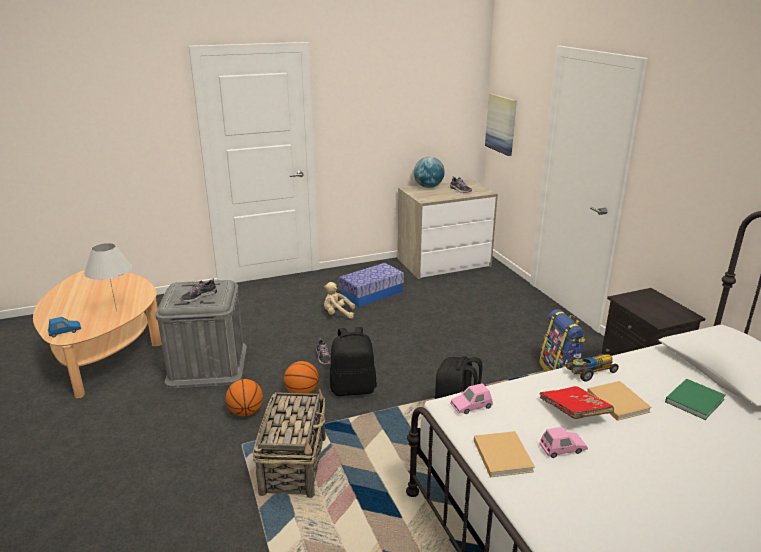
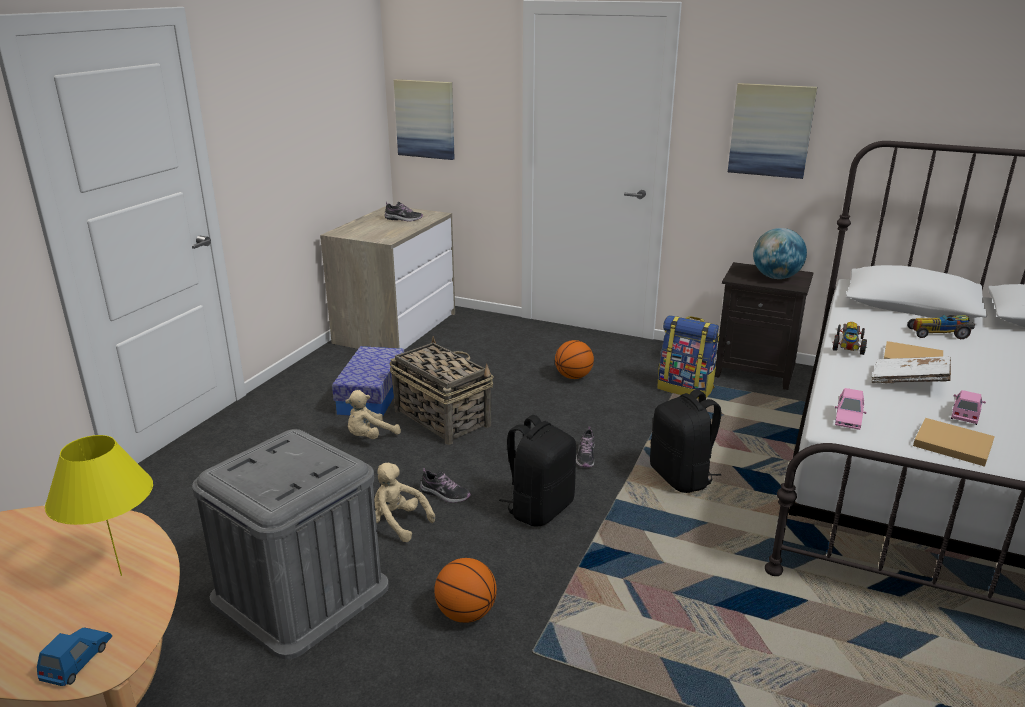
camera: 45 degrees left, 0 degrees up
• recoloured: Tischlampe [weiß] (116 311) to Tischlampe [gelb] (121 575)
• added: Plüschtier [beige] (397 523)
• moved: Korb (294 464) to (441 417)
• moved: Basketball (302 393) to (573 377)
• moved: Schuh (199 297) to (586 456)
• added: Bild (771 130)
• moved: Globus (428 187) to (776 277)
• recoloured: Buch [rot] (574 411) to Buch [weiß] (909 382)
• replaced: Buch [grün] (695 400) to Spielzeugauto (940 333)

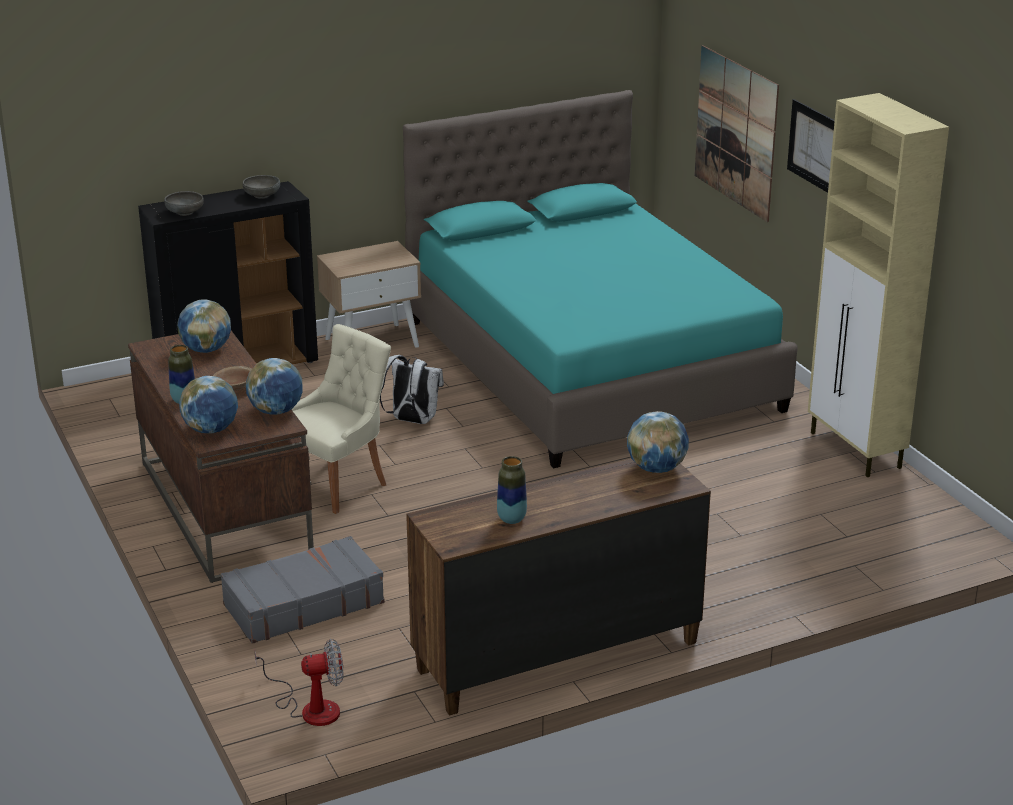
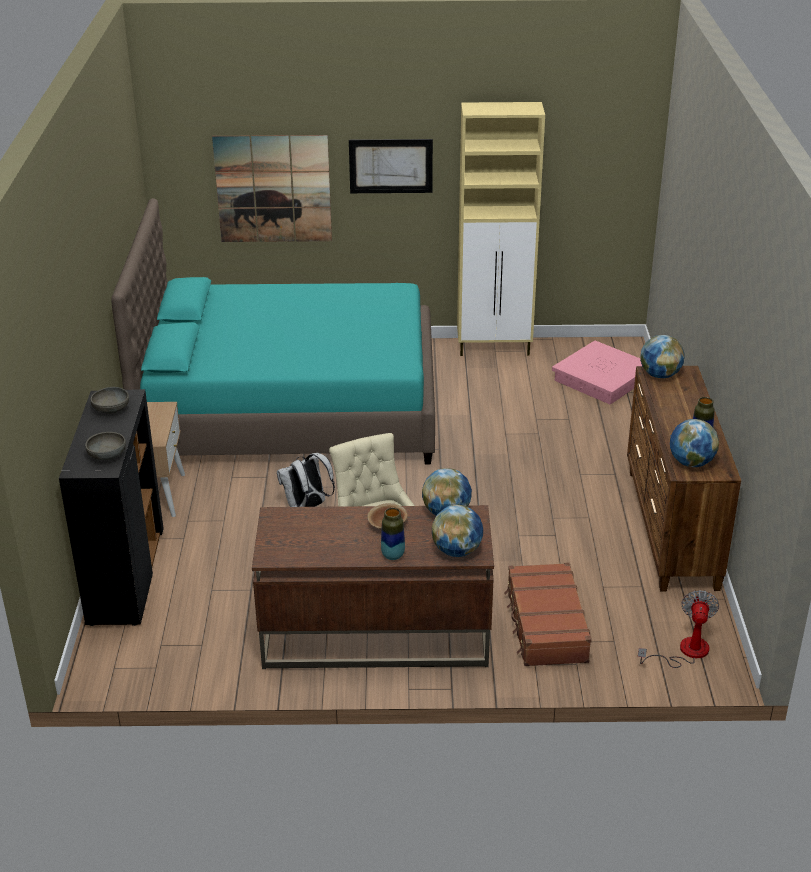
camera: 65 degrees left, 5 degrees up
• recoloured: Koffer [grau] (303 603) to Koffer [braun] (545 625)
• added: Aufbewahrungsbox [rosa] (602 379)
• moved: Globus (206 350) to (691 463)

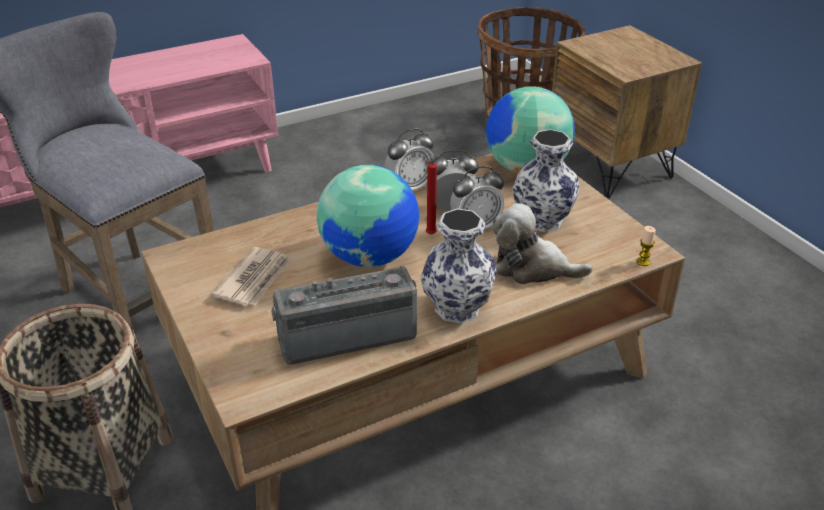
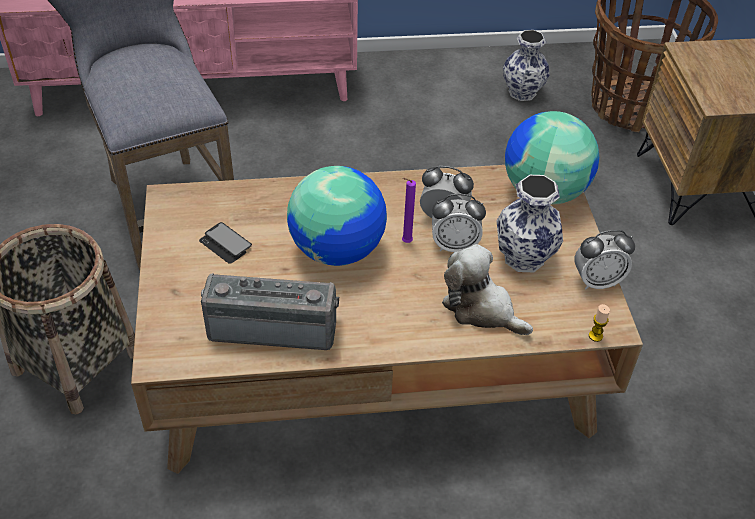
camera: 20 degrees right, 10 degrees up
• replaced: Zeitung (255 279) to Handy (225 244)
• recoloured: Kerze [rot] (429 235) to Kerze [lila] (405 242)
• moved: Vase (458 309) to (522 93)
• moved: Wecker (410 187) to (597 281)

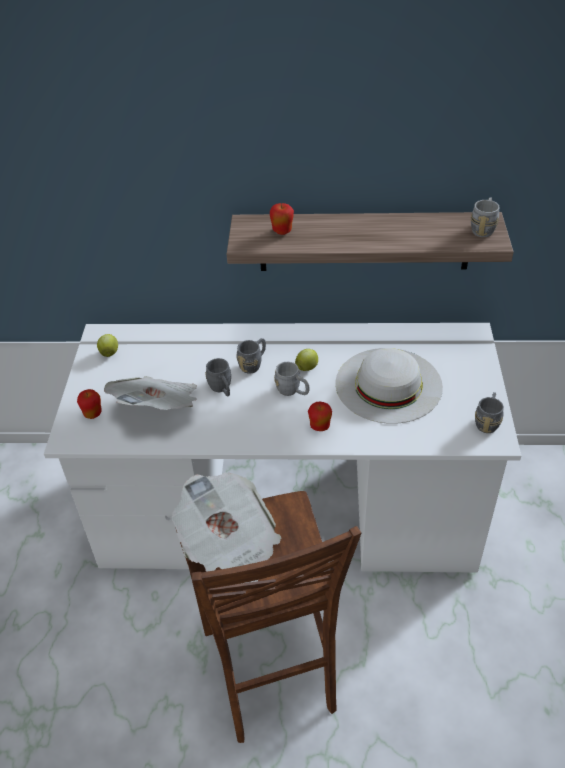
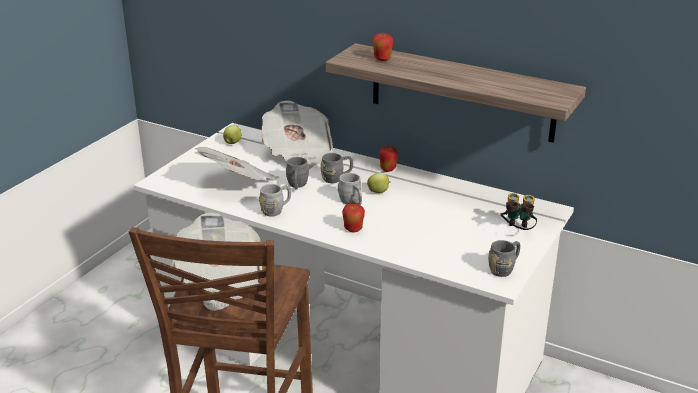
camera: 25 degrees right, 15 degrees down
• moved: Henkelbecher [grau] (483 228) to (276 210)
• added: Zeitung (298 155)
• moved: Apfel (93 414) to (388 169)
• added: Fernglas (517 231)
• removed: Hut [weiß] (388 384)

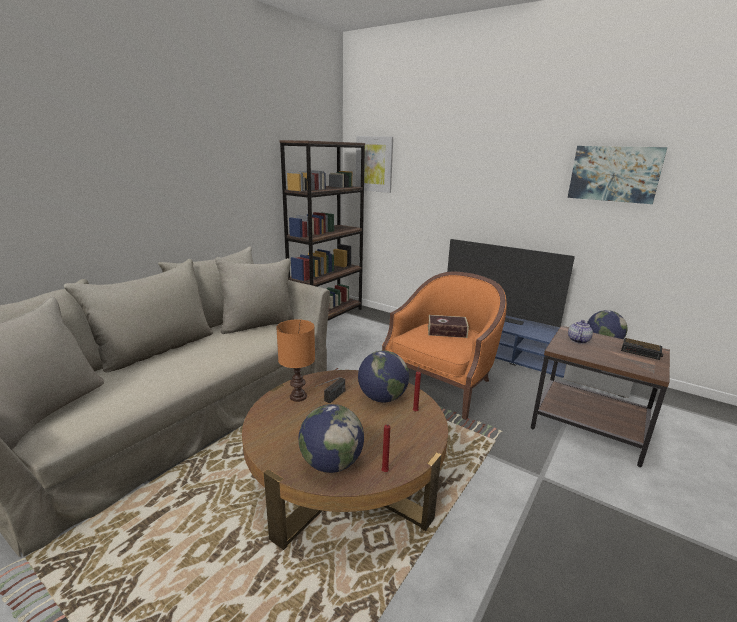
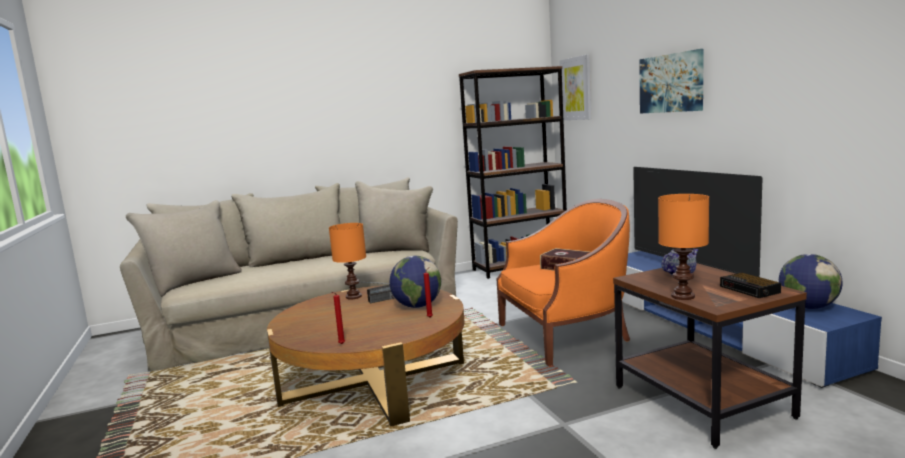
camera: 35 degrees right, 10 degrees down
• moved: Bild (614 174) to (671 83)
• added: Tischlampe [orange] (683 296)
• removed: Globus (331 463)

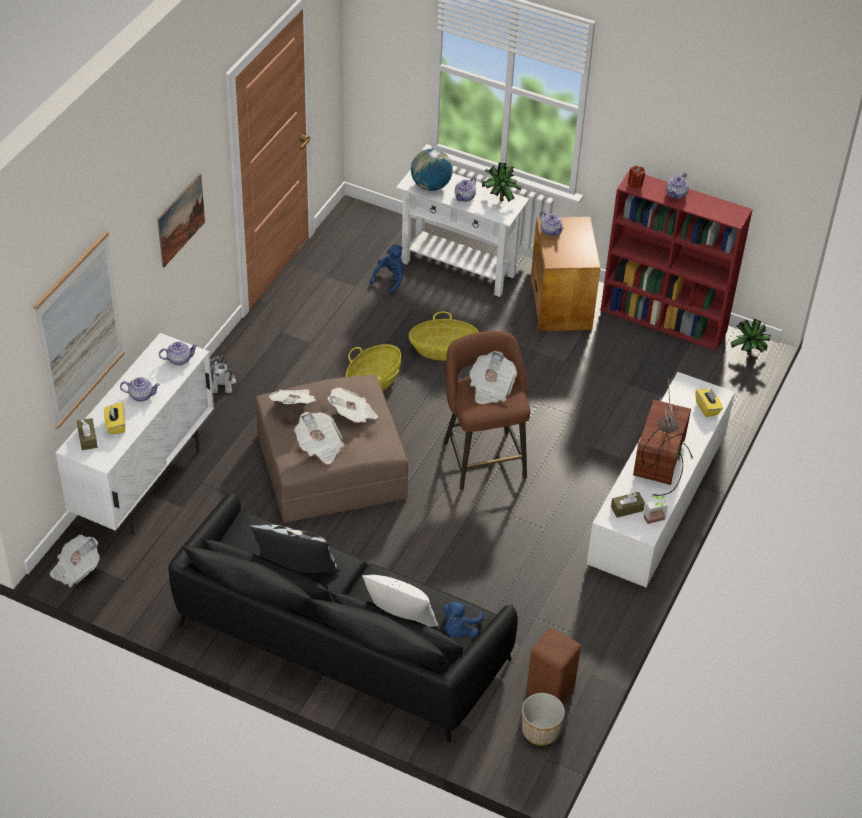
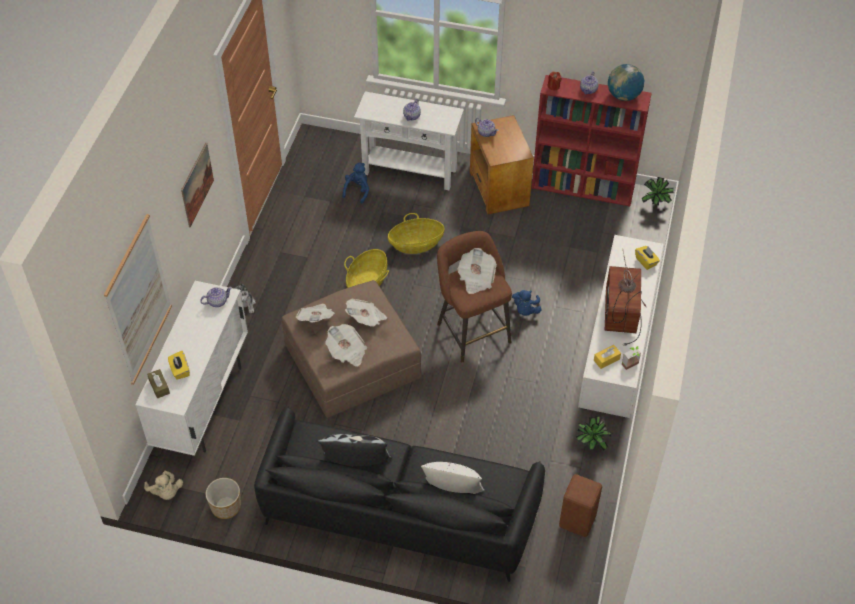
camera: 10 degrees left, 5 degrees up
• replaced: Zeitung (76 569) to Plüschtier [beige] (166 492)
• moved: Pflanzkübel (540 731) to (225 507)
• moved: Plüschtier [blau] (459 630) to (525 310)
• moved: Topfpflanze (498 200) to (590 446)
• recoloured: Taschentuchbox [braun] (627 508) to Taschentuchbox [gelb] (606 359)
• moved: Globus (431 186) to (623 96)
• removed: Teekanne (141 395)

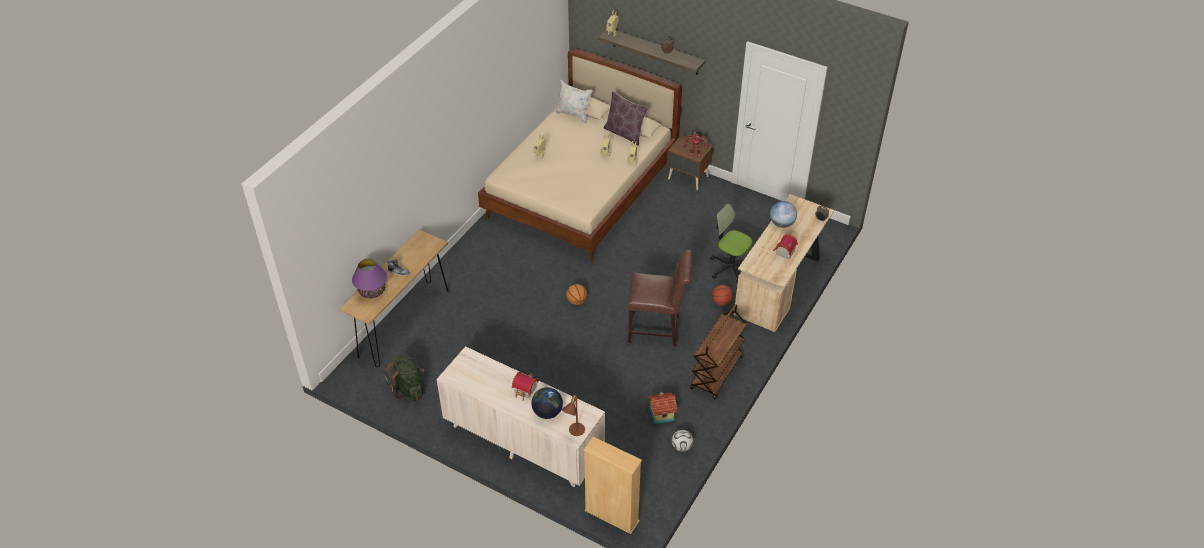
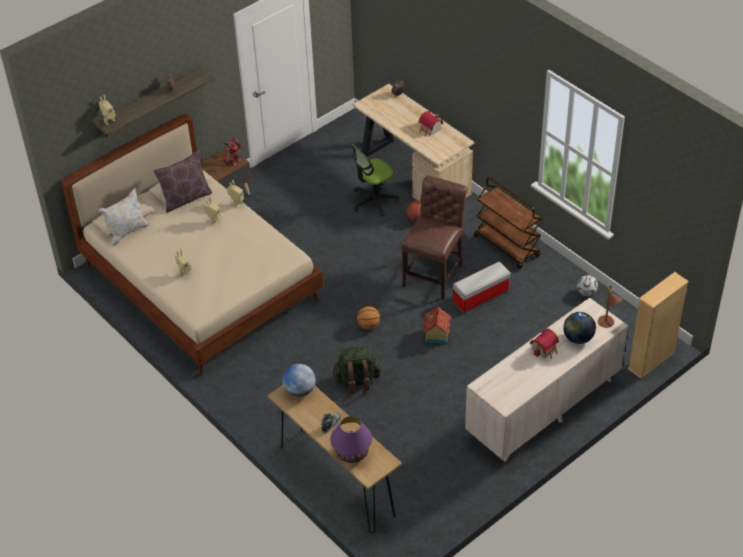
camera: 70 degrees left, 0 degrees up
• moved: Globus (782 224) to (300 390)
• moved: Rucksack [grün] (409 389) to (357 380)
• moved: Spielzeughaus (661 413) to (435 335)
• added: Aufbewahrungsbox (480 297)

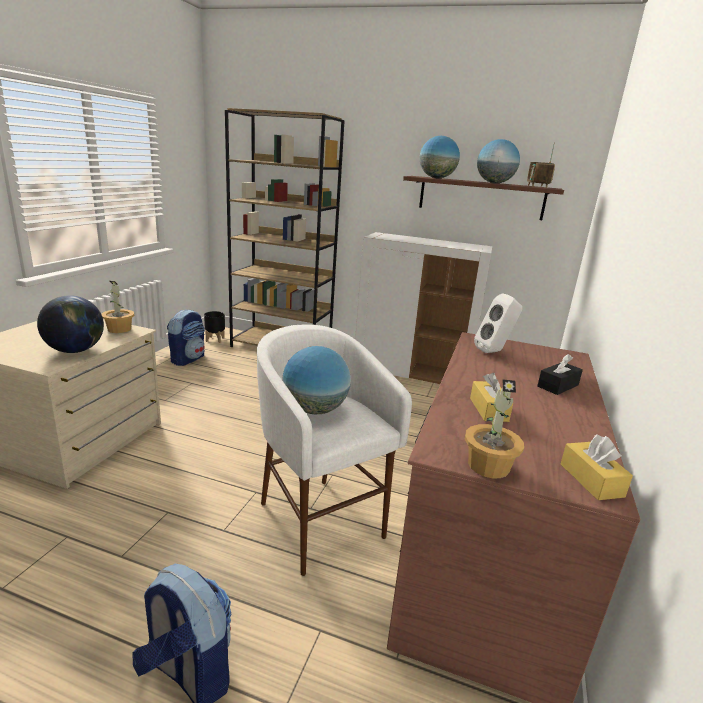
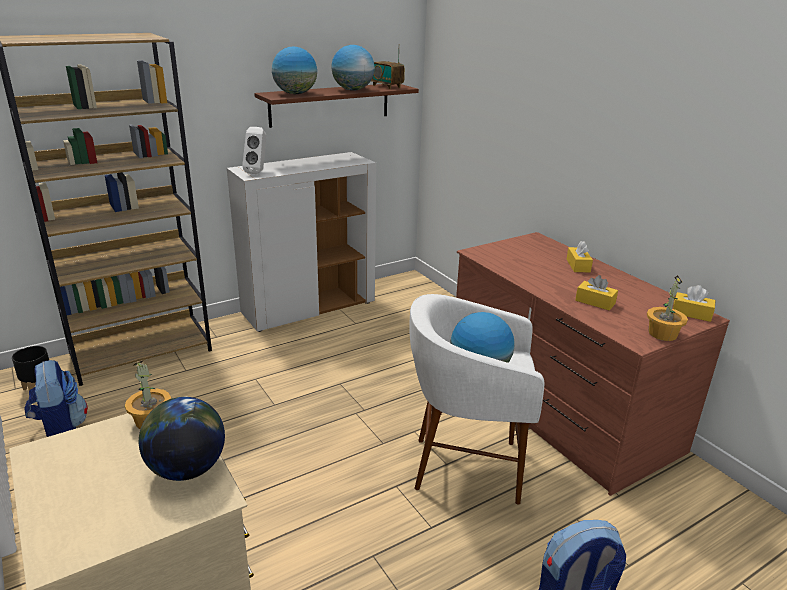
camera: 50 degrees left, 5 degrees up
• moved: Lautsprecher [weiß] (494 351) to (258 172)
• recoloured: Taschentuchbox [schwarz] (558 386) to Taschentuchbox [gelb] (578 265)

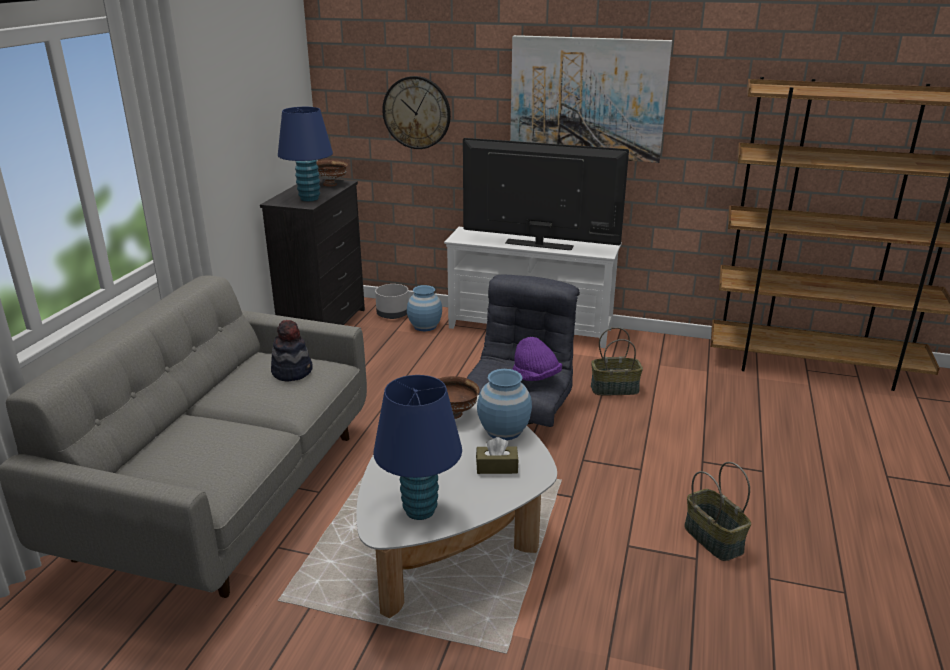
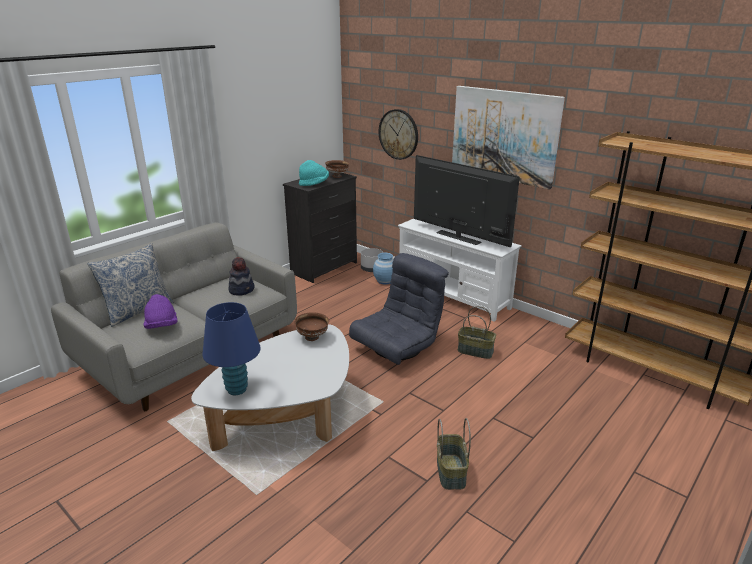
camera: 25 degrees right, 0 degrees up
• added: Kissen (138 311)
• moved: Hut [lila] (536 377) to (162 327)
• replaced: Tischlampe [blau] (309 198) to Hut [türkis] (314 184)
• removed: Taschentuchbox [braun] (497 467)
• removed: Vase [blau] (503 430)

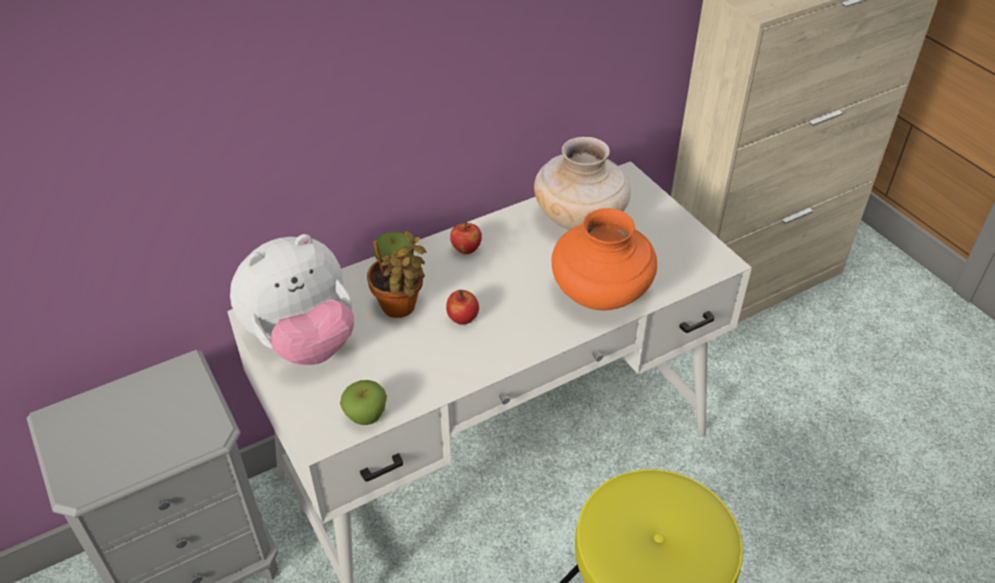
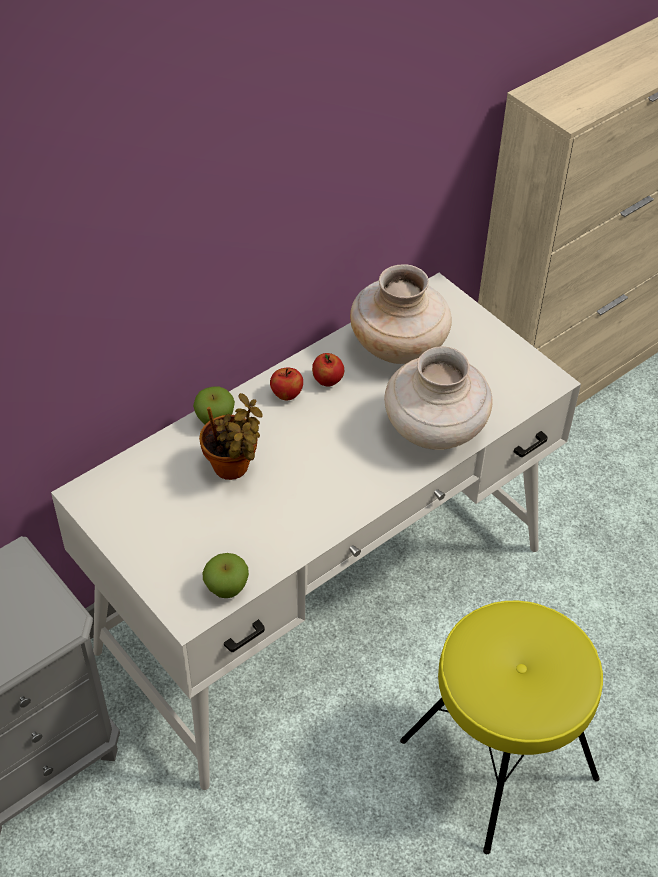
camera: 10 degrees left, 5 degrees up
• moved: Apfel (463 319) to (328 381)
• recoloured: Vase [orange] (600 295) to Vase [beige] (434 431)
• removed: Plüschtier (303 341)

